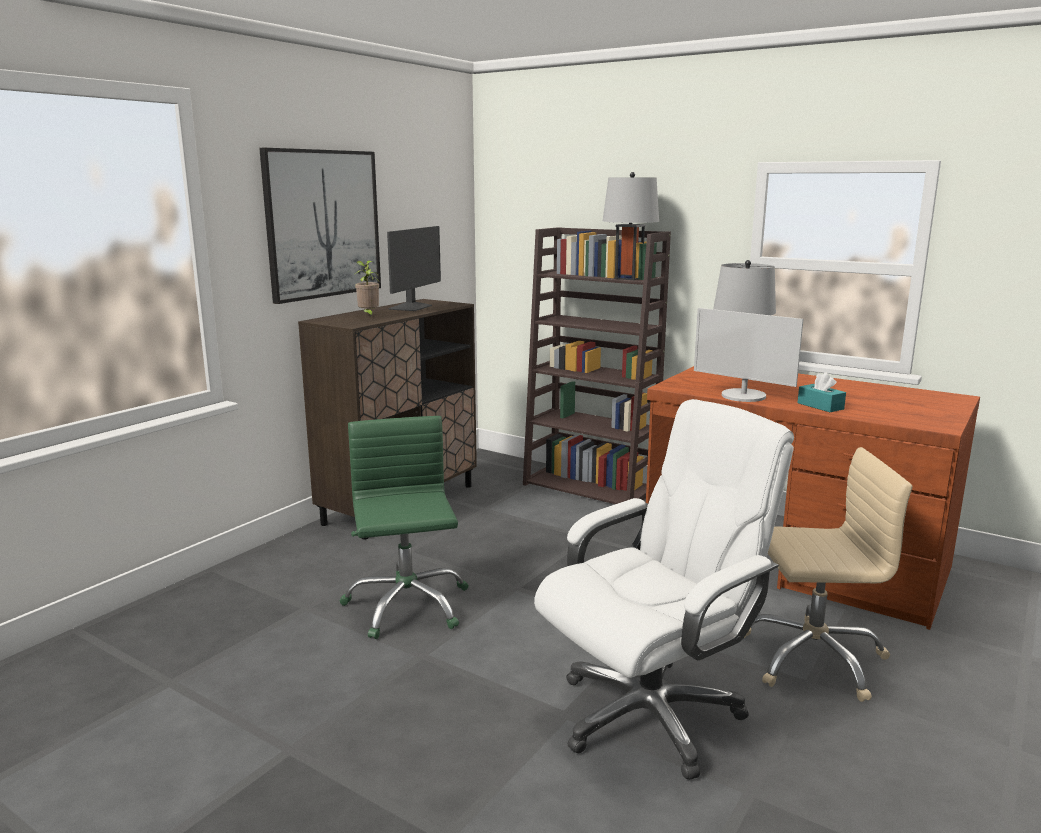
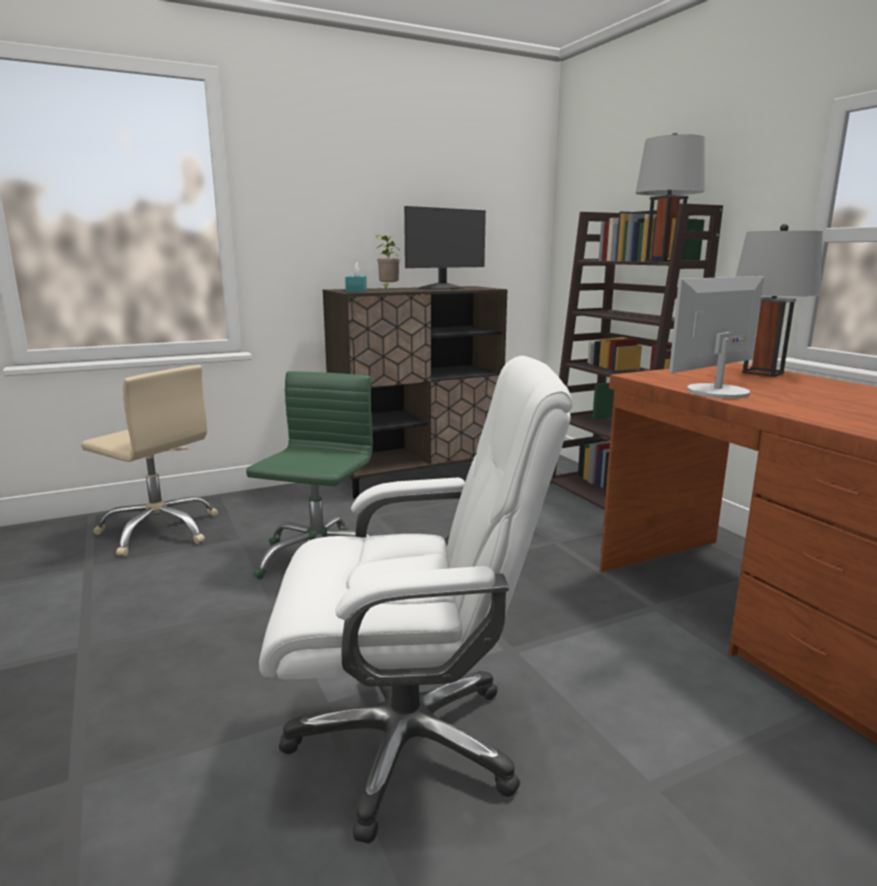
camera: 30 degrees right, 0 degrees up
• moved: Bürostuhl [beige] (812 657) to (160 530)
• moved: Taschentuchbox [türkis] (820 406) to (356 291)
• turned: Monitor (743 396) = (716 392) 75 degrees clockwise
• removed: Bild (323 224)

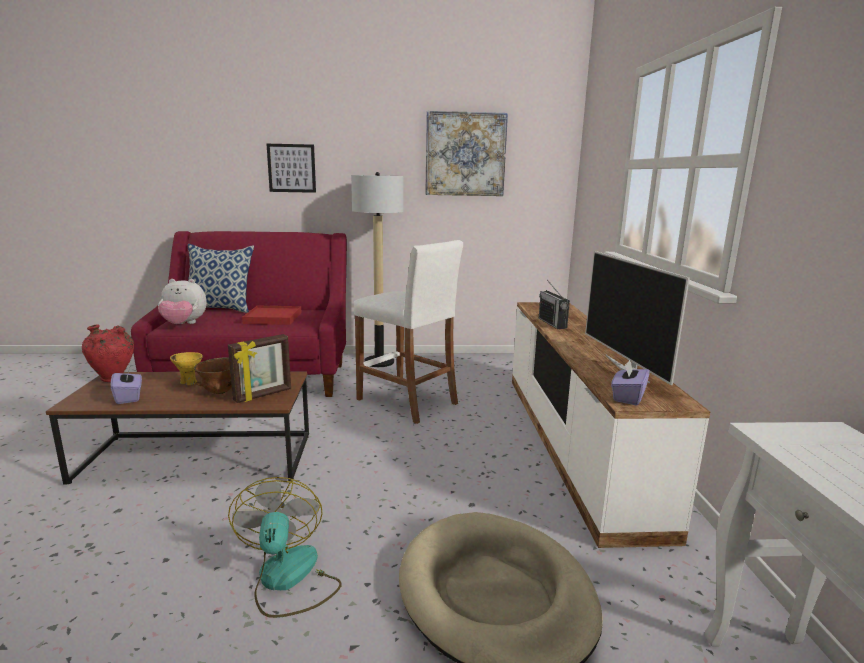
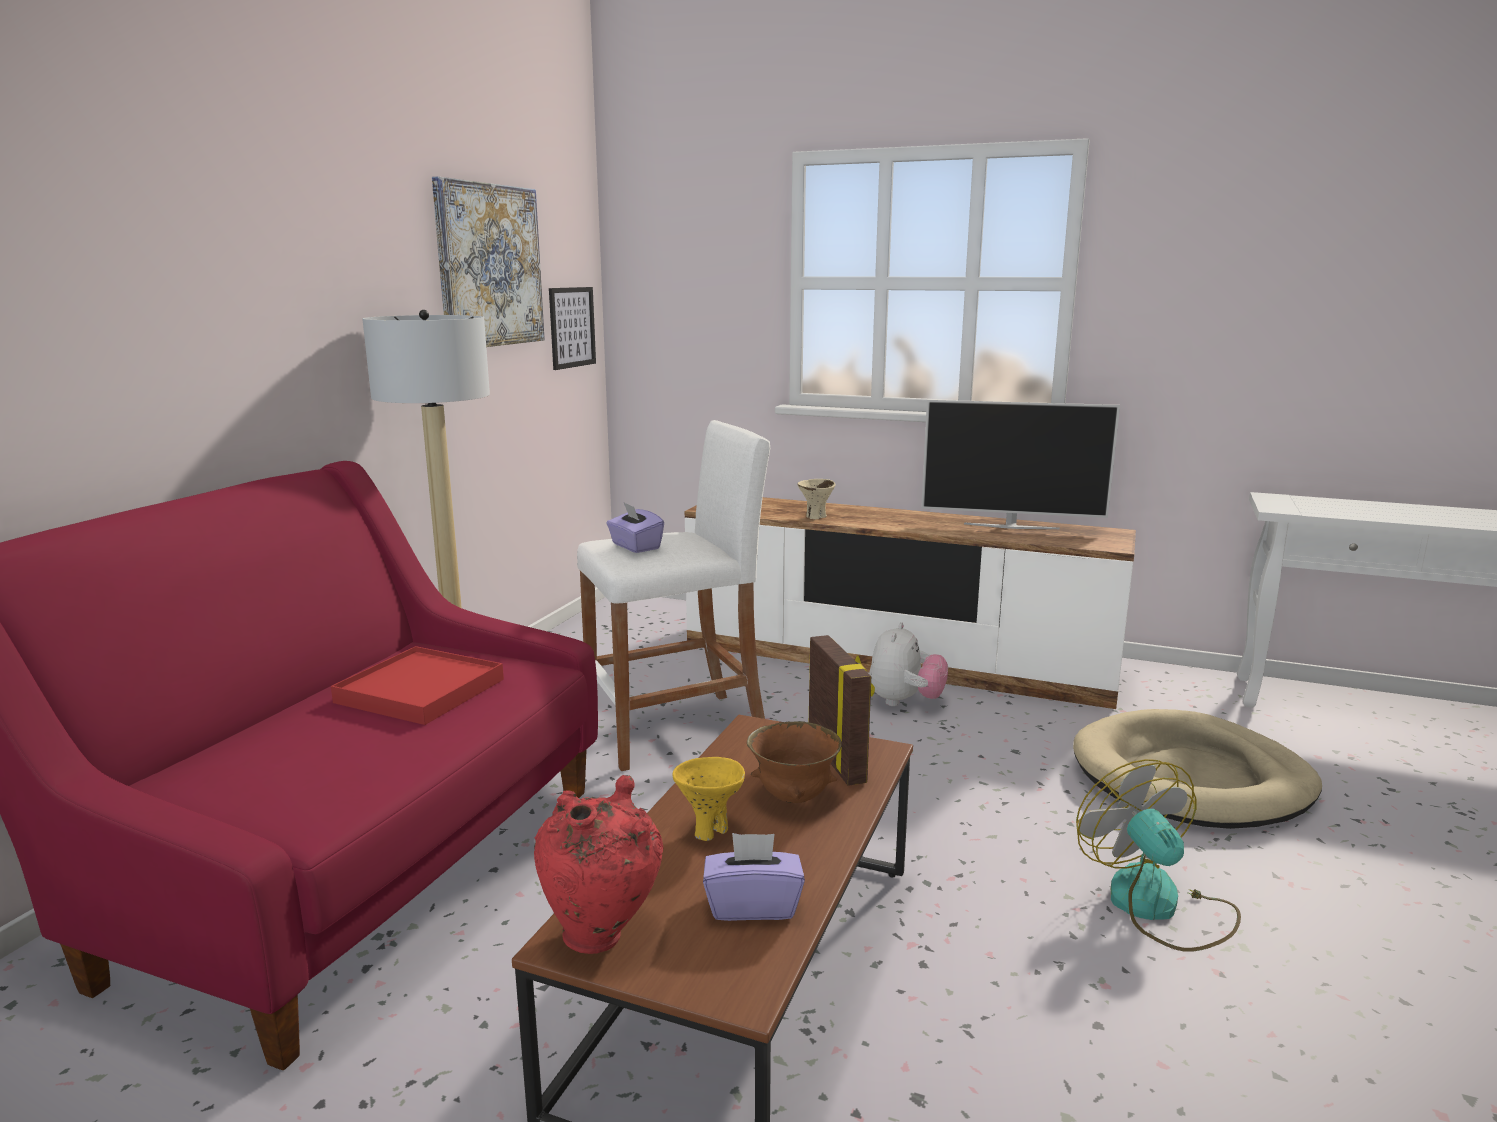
camera: 65 degrees left, 0 degrees up
• moved: Bild (291 168) to (572 327)
• moved: Taschentuchbox [lila] (628 397) to (635 546)
• replaced: Radio (552 323) to Schüssel [beige] (816 517)
• moved: Plüschtier (184 324) to (905 702)
• turned: Ventilator (288 580) = (1157 906) 60 degrees clockwise
• removed: Kissen (221 309)

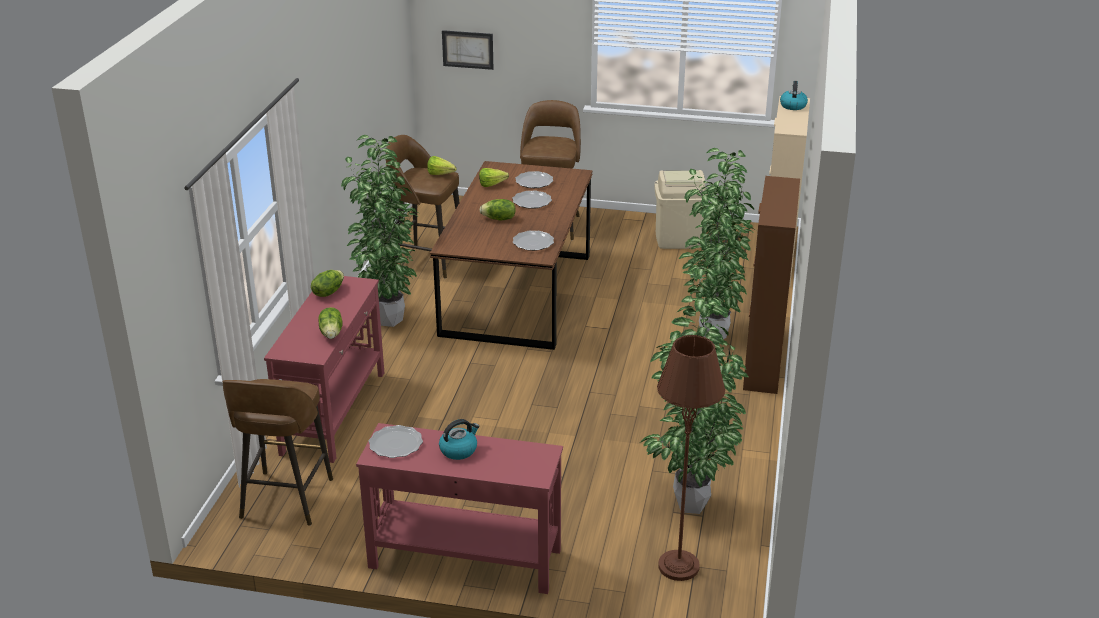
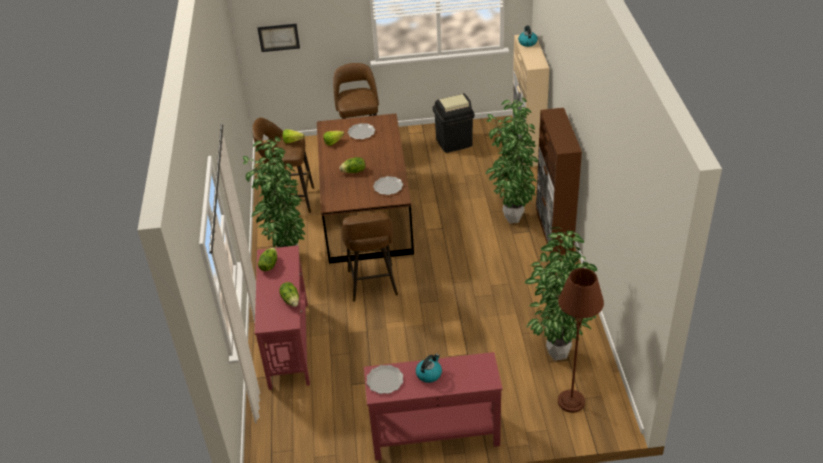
camera: 15 degrees left, 10 degrees up
• moved: Hocker [braun] (285 500) to (372 284)
• recoloured: Mülleimer [beige] (678 239) to Mülleimer [schwarz] (454 143)
• removed: Teller (532 201)

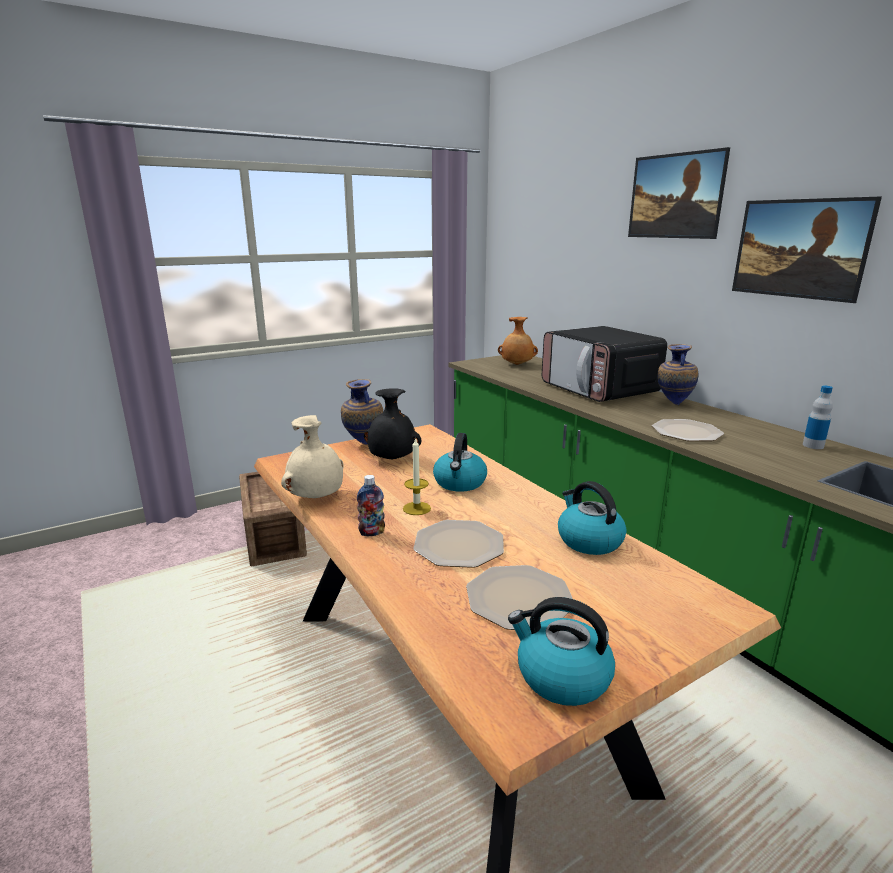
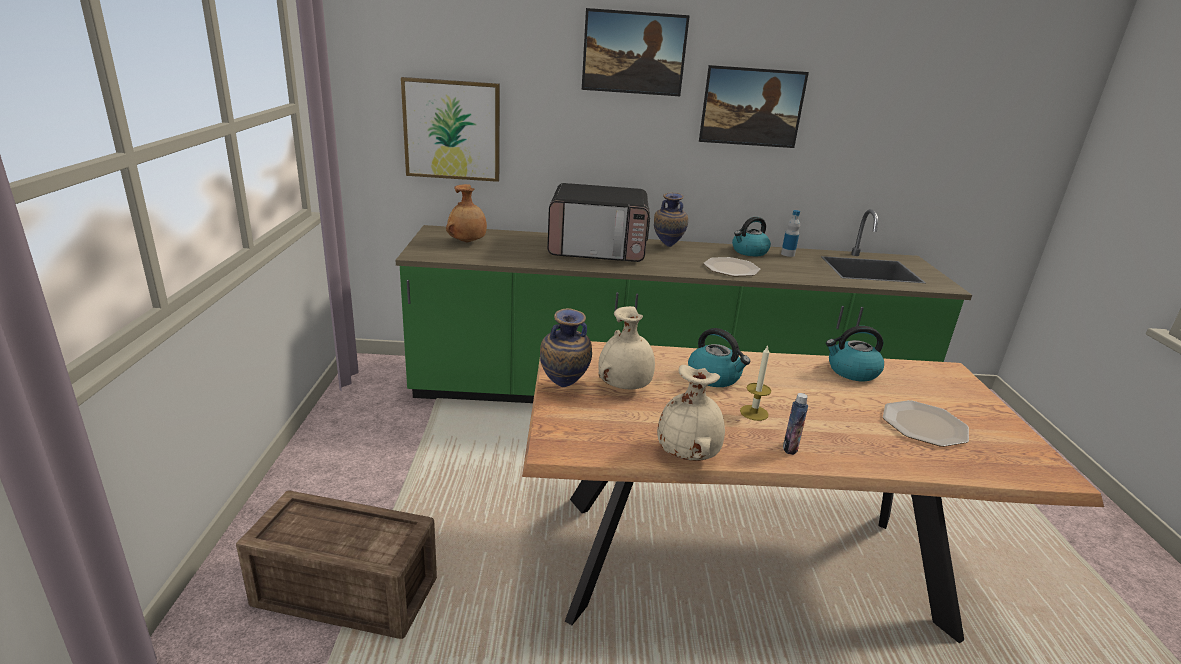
camera: 60 degrees left, 5 degrees up
• added: Bild (452 130)
• recoloured: Vase [schwarz] (392 459) to Vase [beige] (625 387)
• moved: Wasserkessel (561 676) to (749 252)
• removed: Teller (458 545)

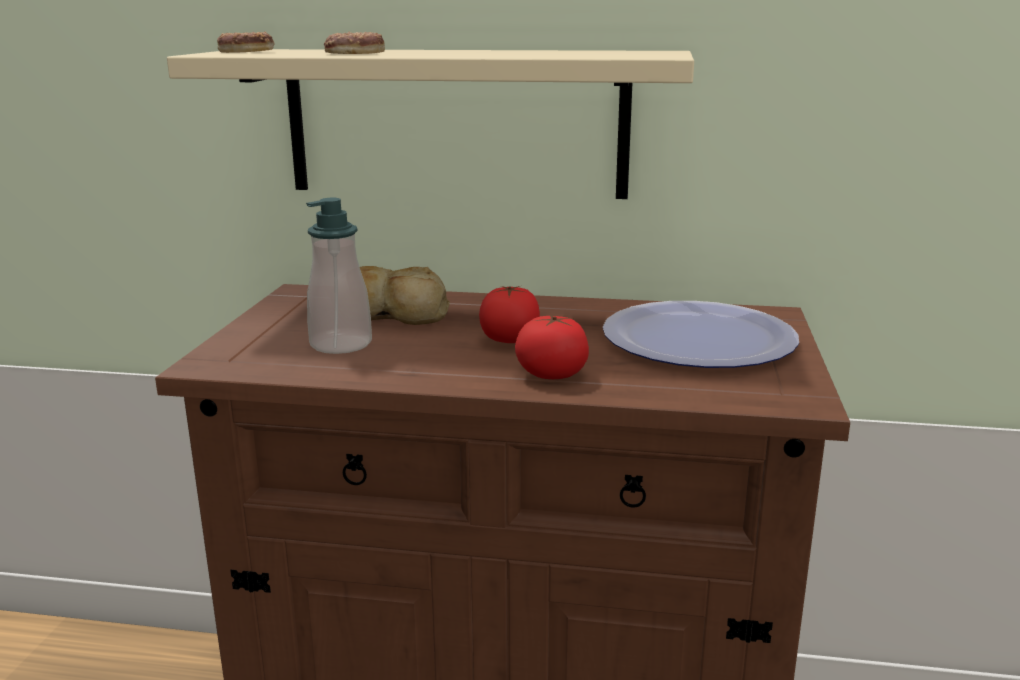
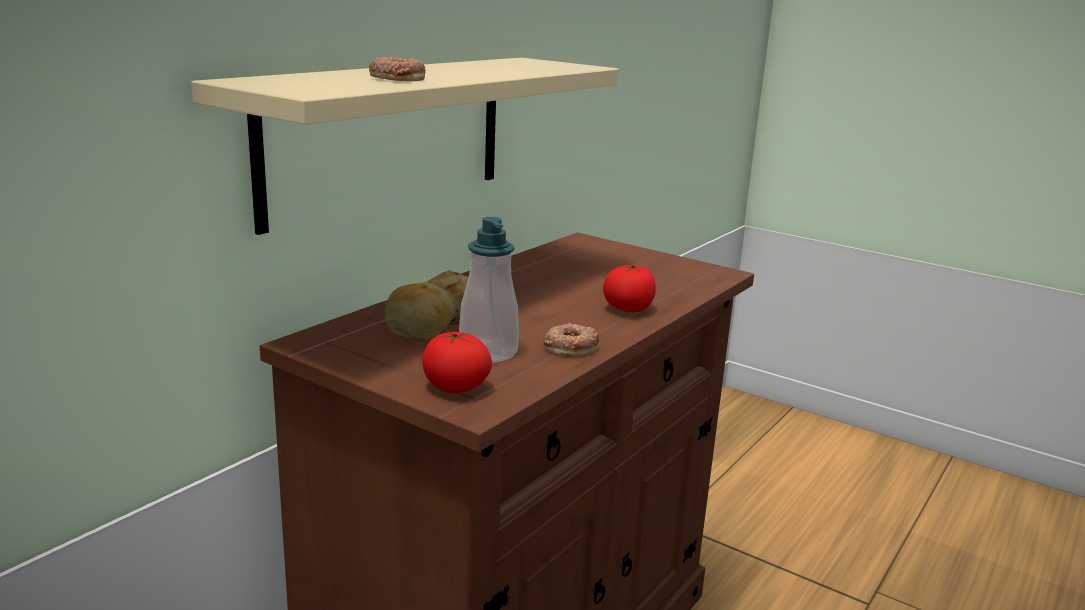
camera: 65 degrees left, 0 degrees up
• moved: Tomate (509 340) to (455 387)
• moved: Donut (247 51) to (570 346)
• removed: Teller (698 339)

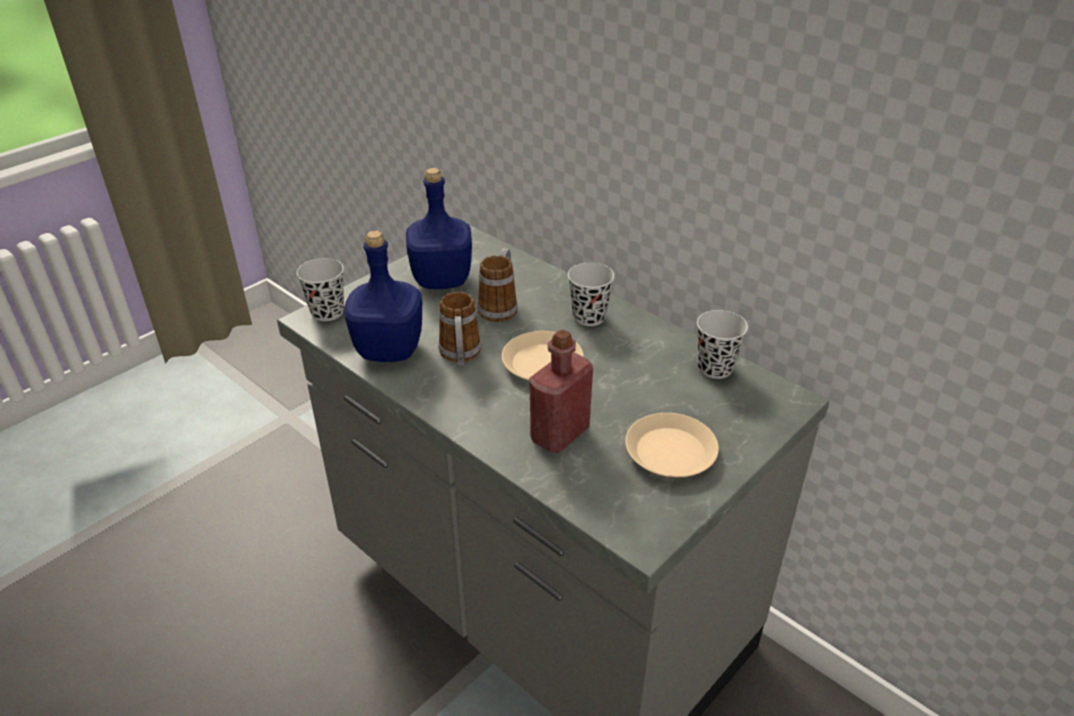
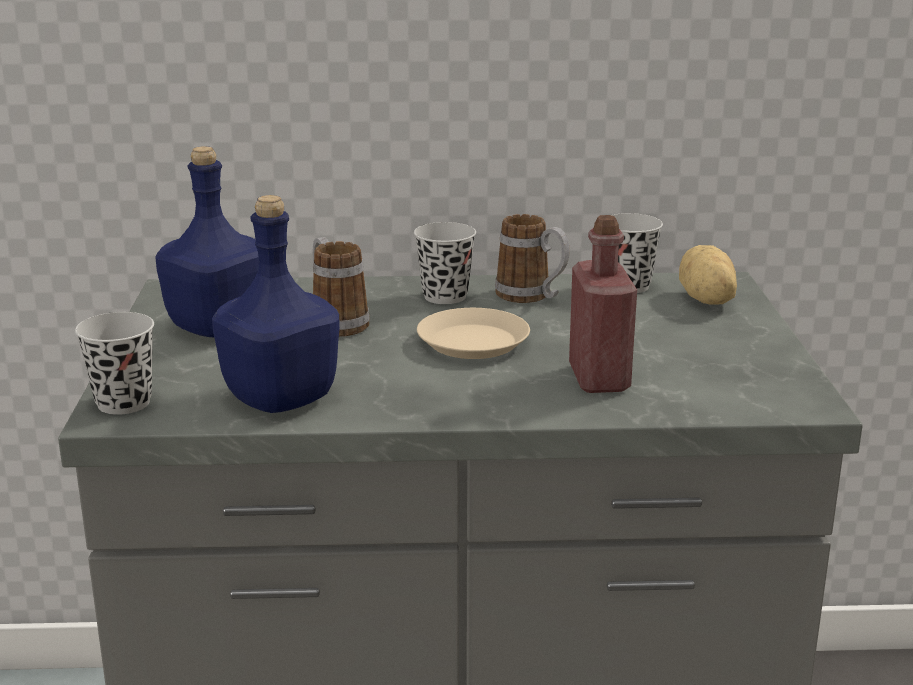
camera: 45 degrees left, 15 degrees down
• moved: Henkelbecher (460 356) to (532 296)
• added: Kartoffel (705 300)
• removed: Teller [beige] (670 452)

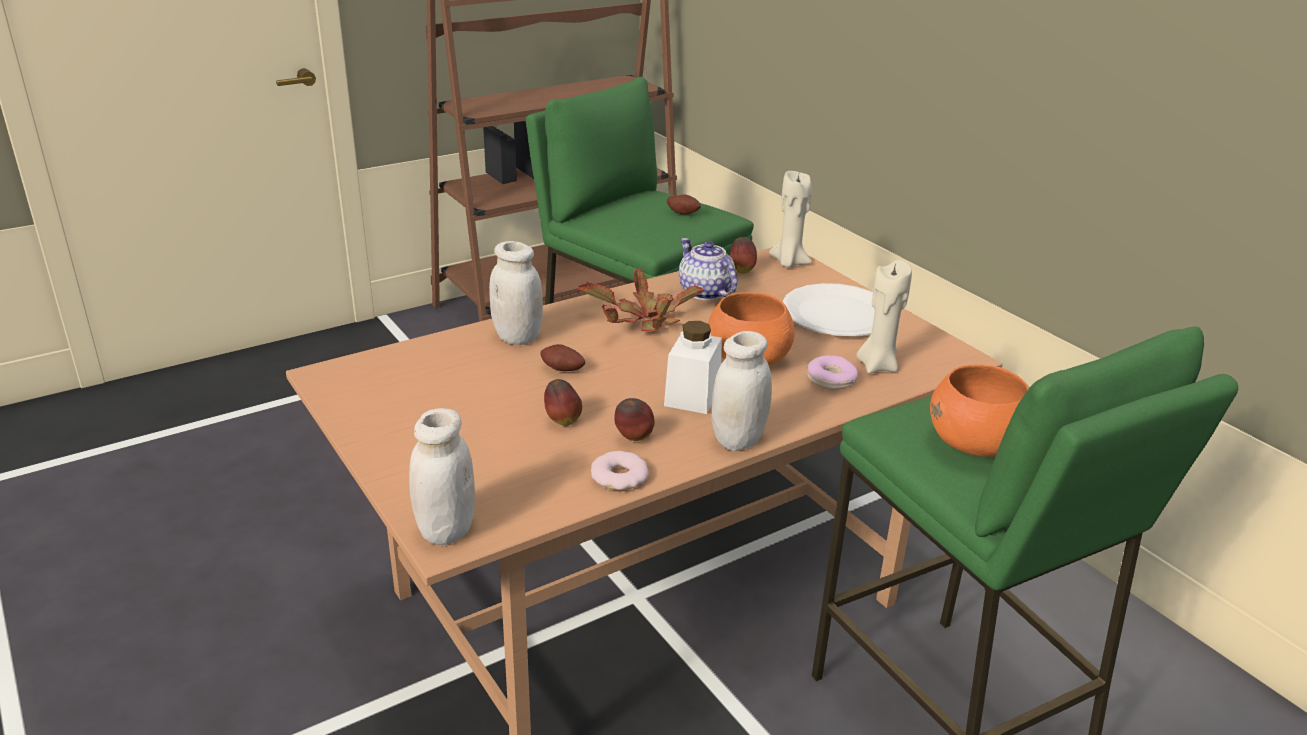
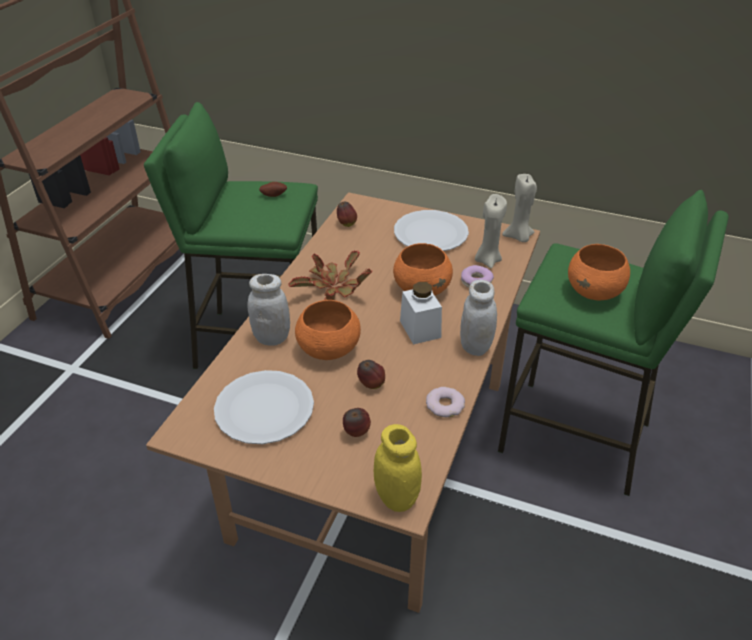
camera: 35 degrees left, 10 degrees up
• added: Teller [weiß] (264 409)
• replaced: Kartoffel (562 370) to Schüssel [orange] (328 349)
• moved: Apfel (633 438) to (356 433)
• recoloured: Vorratsglas [weiß] (446 529) to Vorratsglas [gelb] (396 497)
• moved: Kerze [beige] (789 262) to (518 237)
• removed: Teekanne (705 292)

